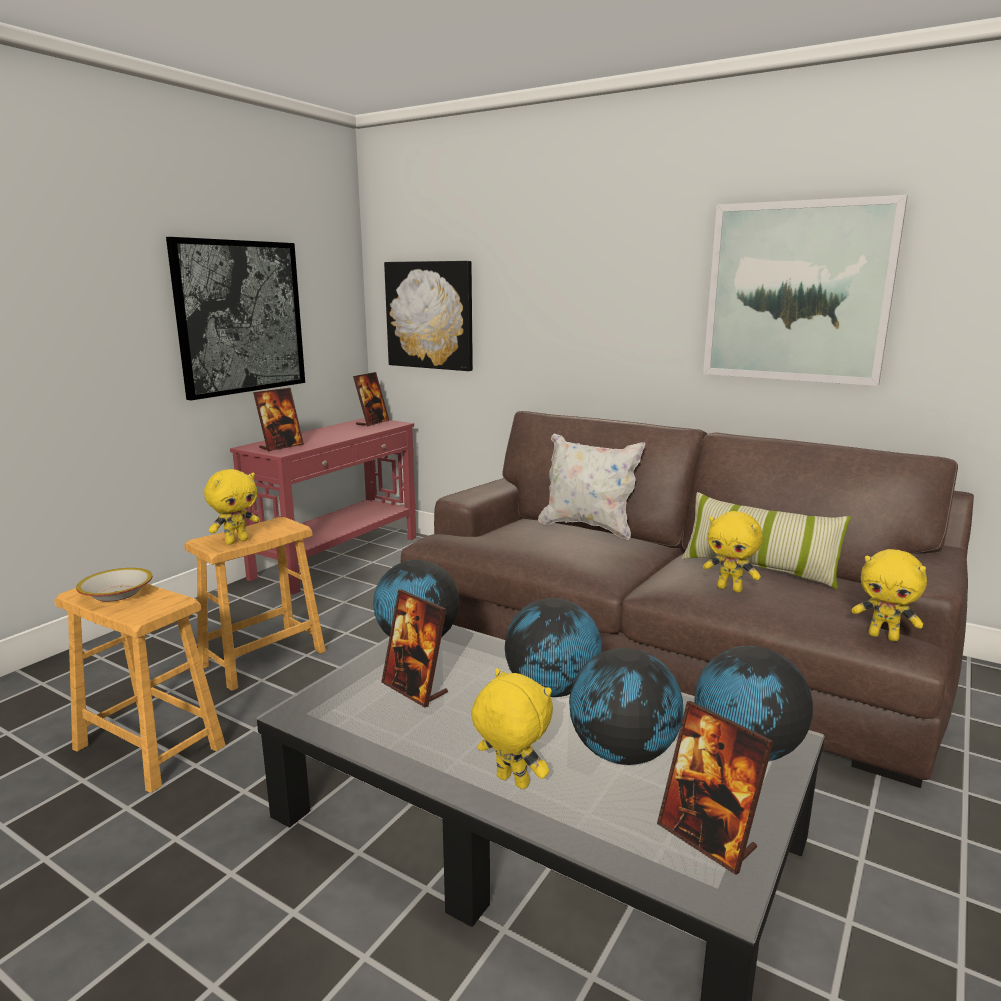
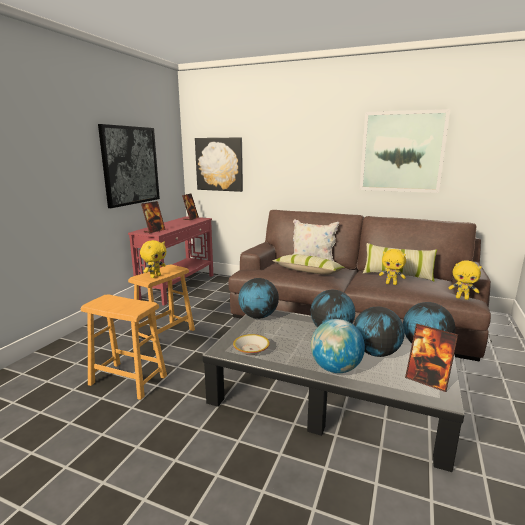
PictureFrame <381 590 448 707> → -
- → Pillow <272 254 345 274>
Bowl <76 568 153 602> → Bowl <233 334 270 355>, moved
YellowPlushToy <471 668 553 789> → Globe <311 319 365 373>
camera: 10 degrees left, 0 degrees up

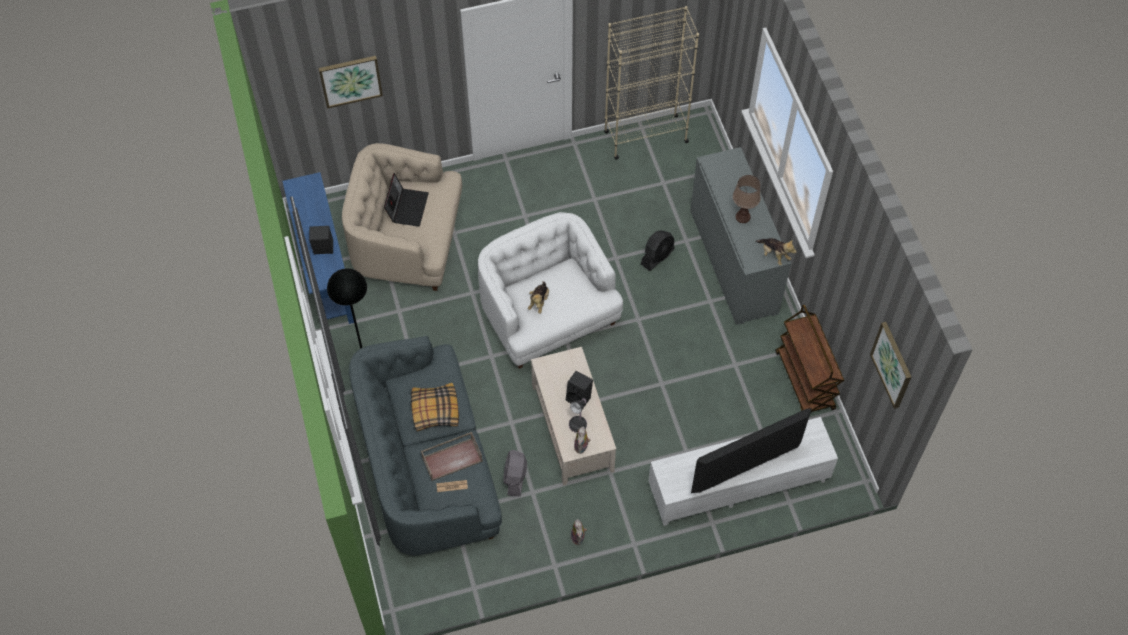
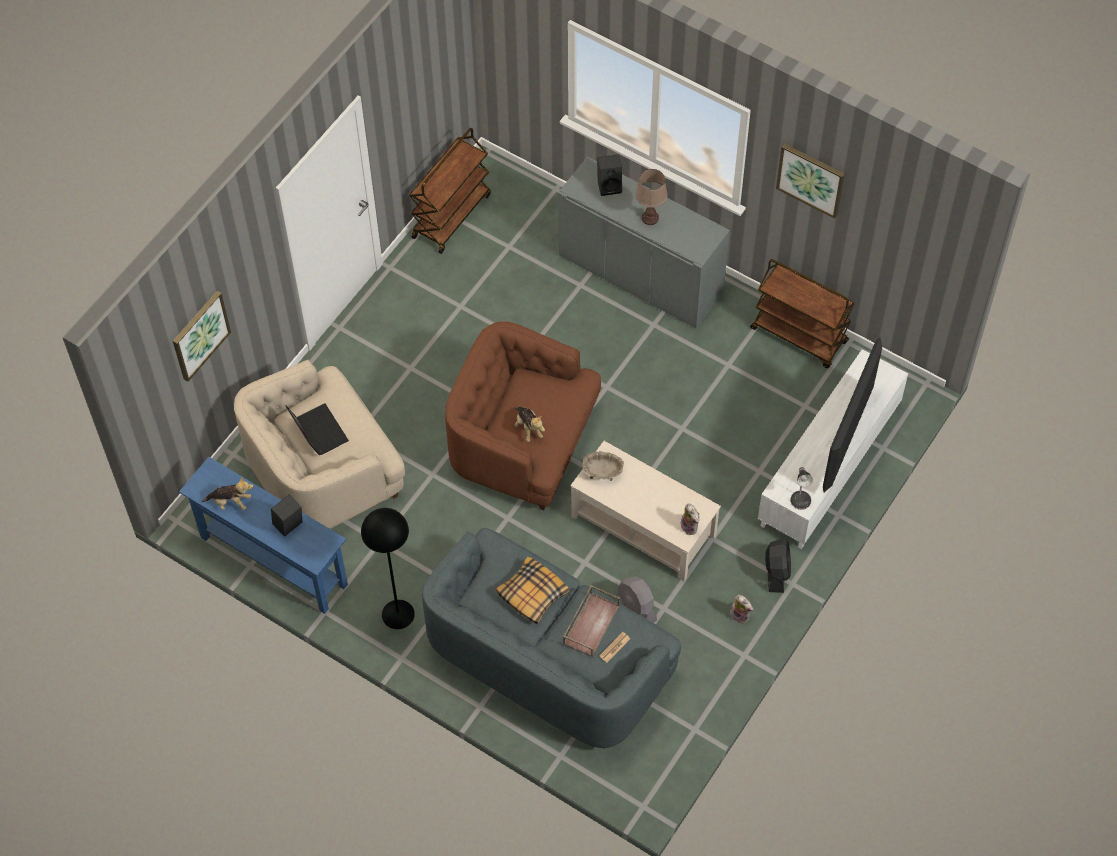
- → BeigeBowl <582 451 624 481>
BlackSpeaker <566 371 593 407> → BlackSpeaker <597 154 622 196>, moved
TableLamp <569 398 587 433> → TableLamp <790 467 813 510>, moved
BlackFan <641 230 675 271> → BlackFan <765 539 791 593>, moved
PlushToy <755 238 797 266> → PlushToy <202 477 254 510>, moved
Picture <870 322 911 409> → Picture <776 143 845 219>, moved
BeigeBookcase <604 6 699 160> → BrownCart <409 128 491 254>
WhiteArmchair <478 212 623 369> → BrownArmchair <445 321 601 510>
camera: 40 degrees left, 0 degrees up

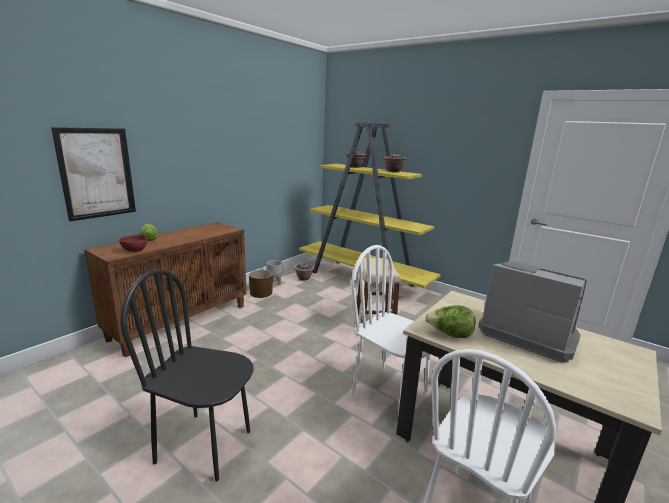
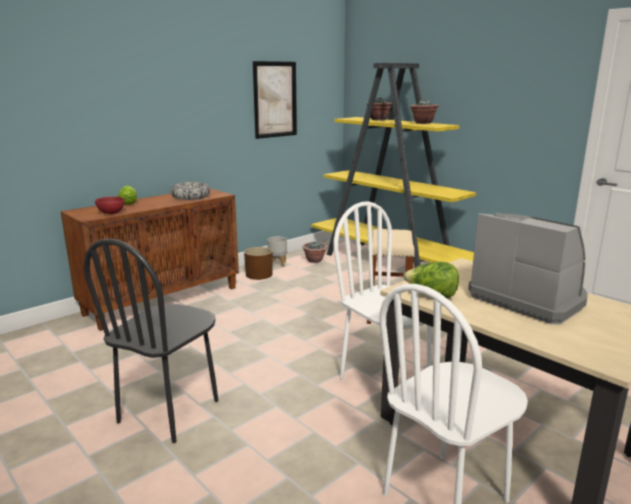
- → Bowl <171 182 210 200>
Picture <51 127 136 221> → Picture <253 61 297 139>, moved
BlackChair <120 269 254 482> → BlackChair <84 239 218 443>, 90 degrees counterclockwise
camera: 10 degrees right, 0 degrees up

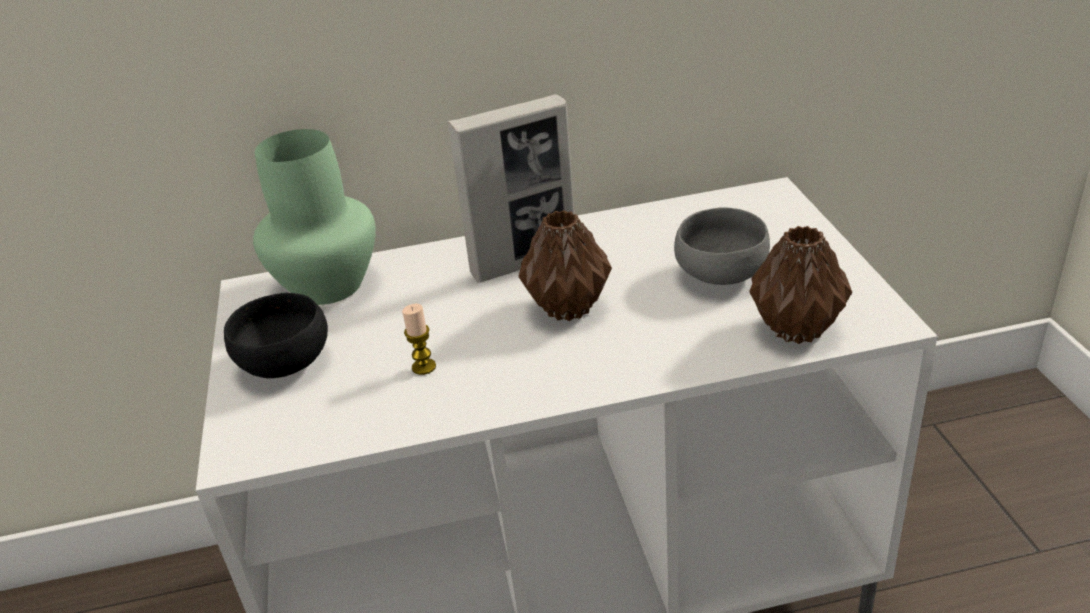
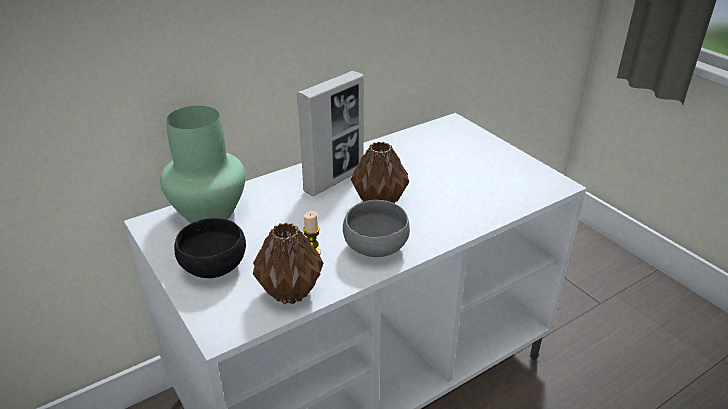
GreyBowl <674 207 770 285> → GreyBowl <343 200 410 257>, moved
BrownVase <749 226 852 344> → BrownVase <253 223 323 304>, moved
camera: 25 degrees left, 0 degrees up

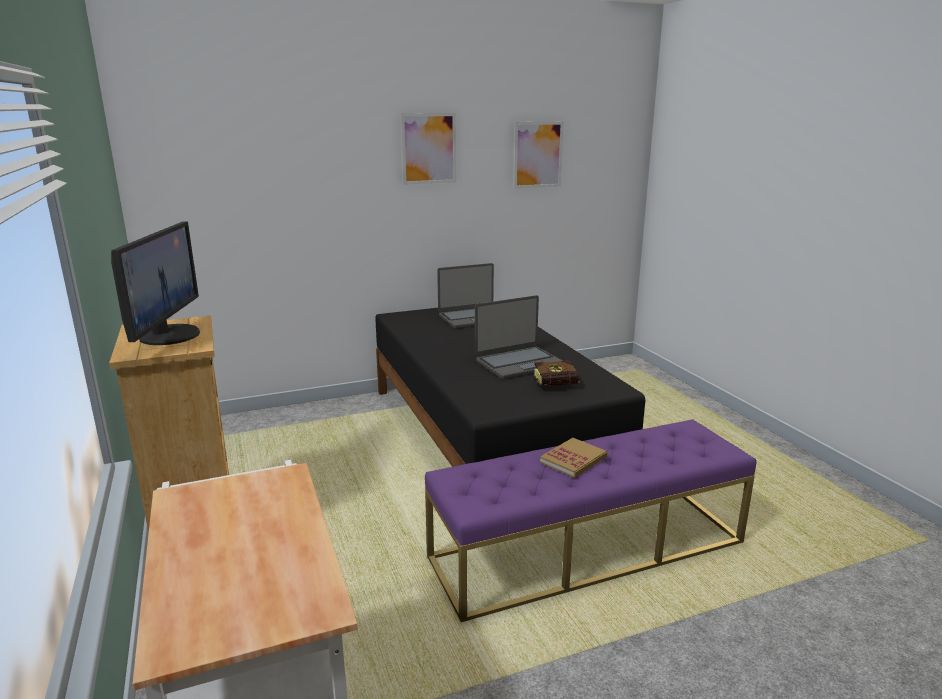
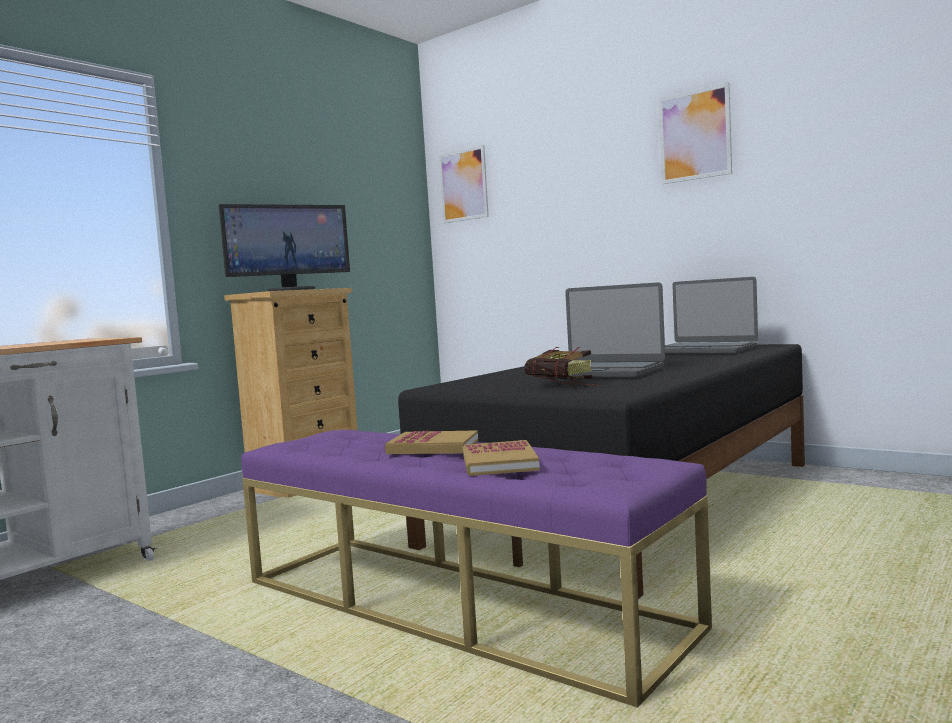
- → Book <463 440 540 476>
Picture <513 122 564 189> → Picture <439 145 489 223>, moved
camera: 60 degrees right, 15 degrees down

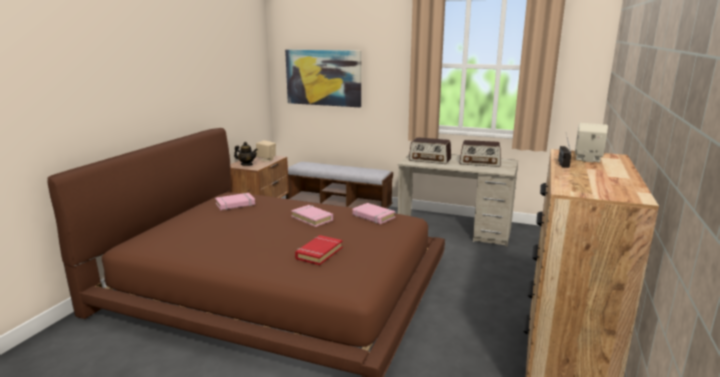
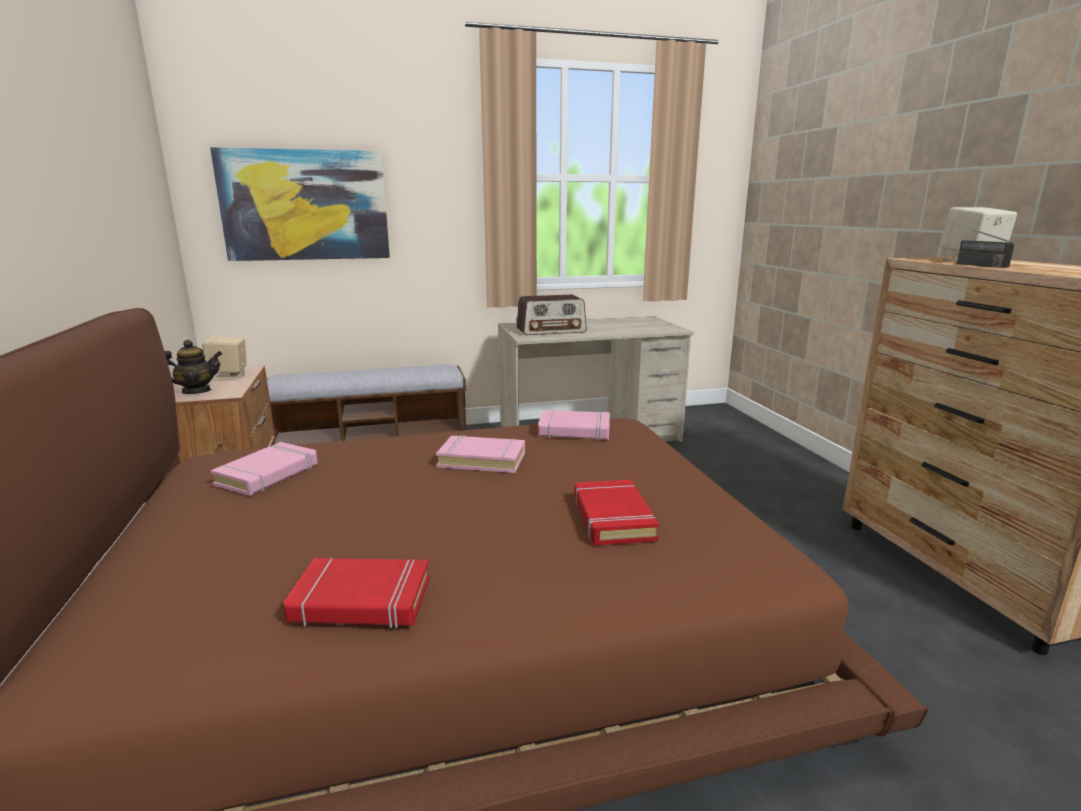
Radio <459 140 501 167> → -
- → RedBook <283 558 430 628>
camera: 35 degrees left, 0 degrees up

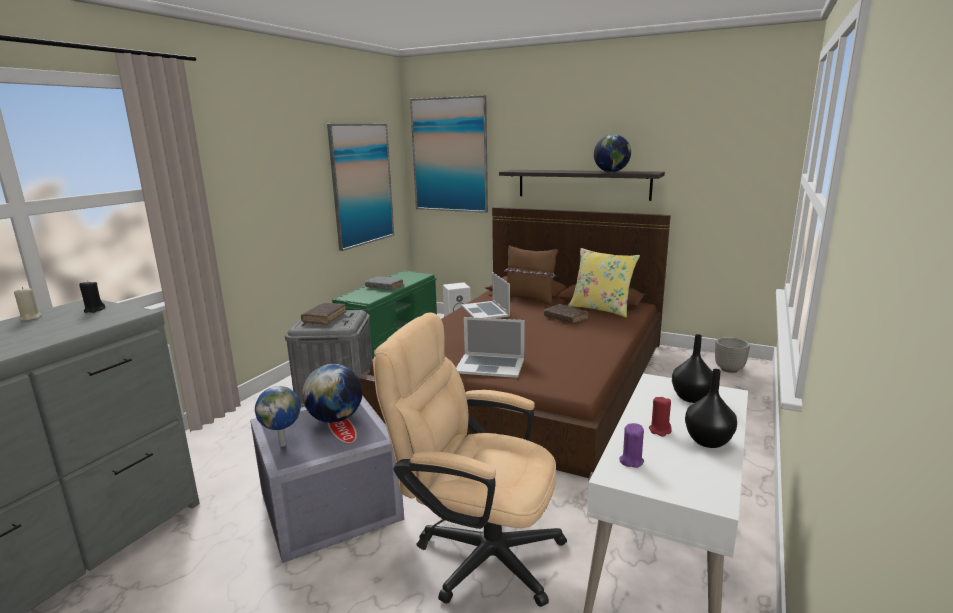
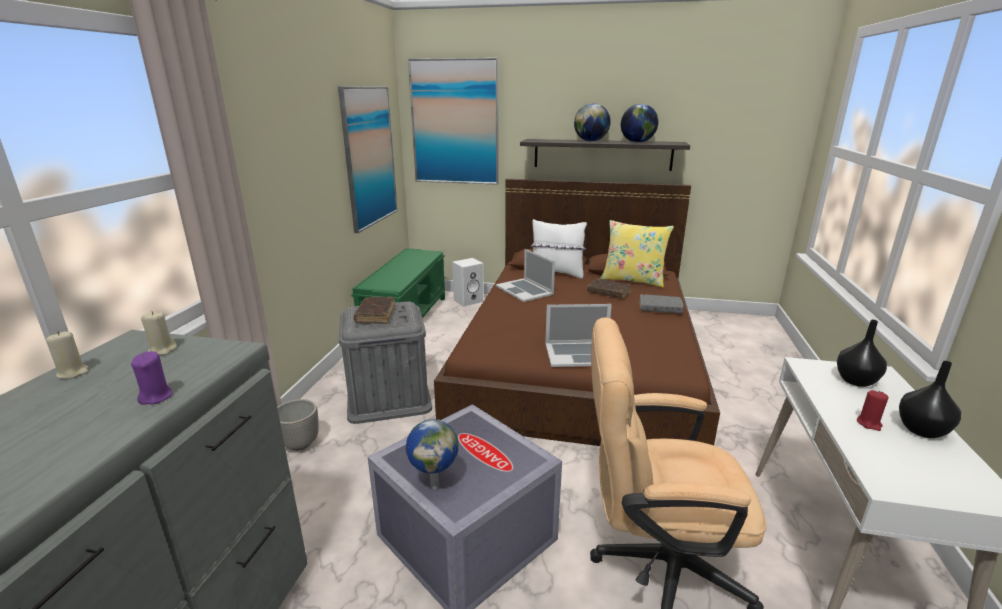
Globe <302 364 362 423> → Globe <574 103 611 142>, moved
GreyBook <365 276 404 290> → GreyBook <640 294 684 314>, moved
PurpleCandle <619 423 644 468> → PurpleCandle <131 351 172 405>, moved
Planter <715 337 750 373> → Planter <277 399 319 451>, moved
BlackCandle <79 280 105 313> → BeigeCandle <141 311 177 355>
BrownPillow <504 245 558 305> → WhitePillow <531 219 587 279>
camera: 15 degrees left, 5 degrees up

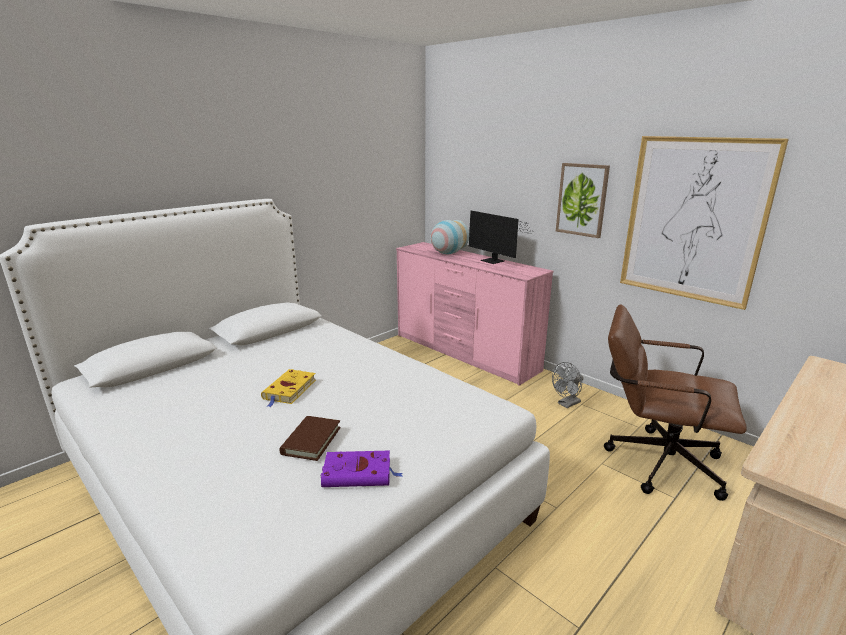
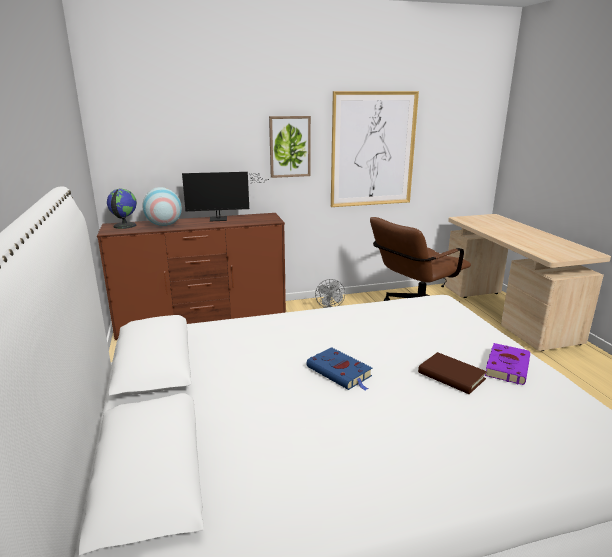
- → Globe <107 189 137 229>
YellowBook <261 369 316 407> → BlueBook <306 347 372 391>
PinkDresser <396 242 553 386> → BrownDresser <97 213 286 340>
camera: 60 degrees left, 0 degrees up

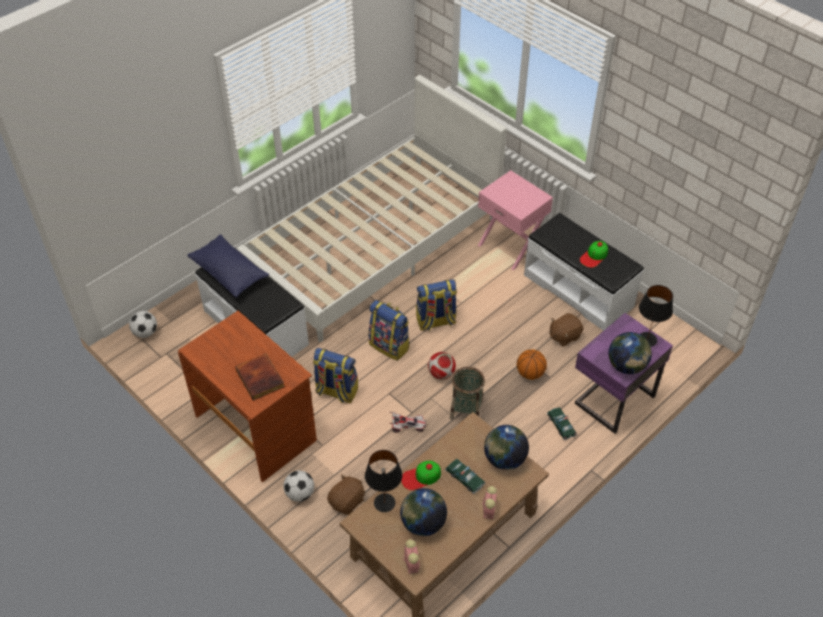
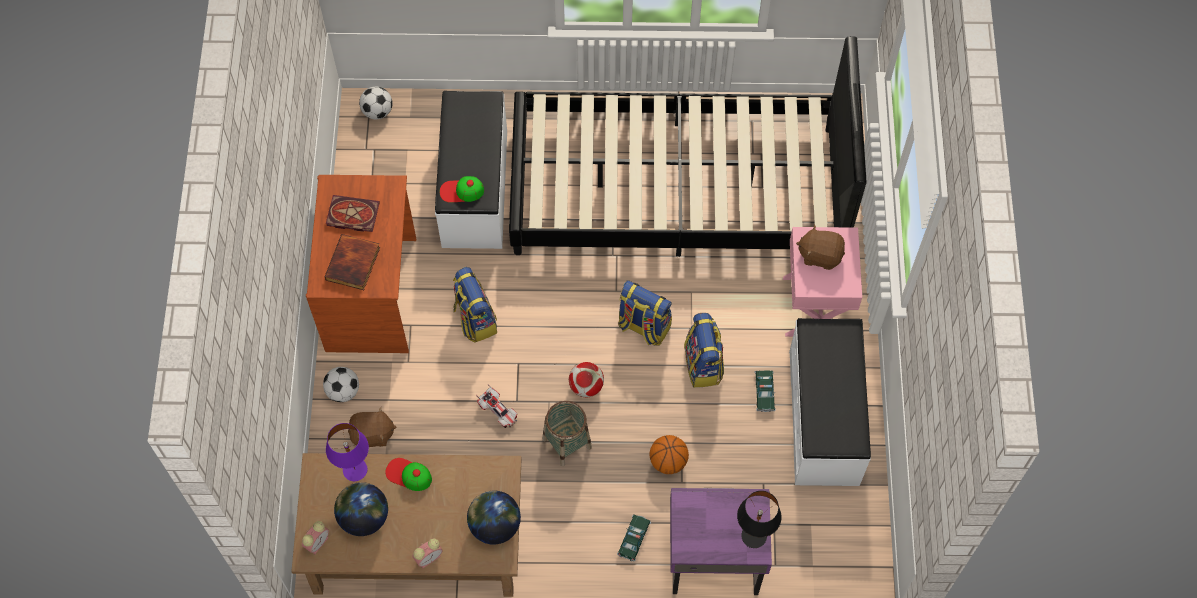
BluePillow <187 234 269 298> → -
Globe <609 332 652 374> → -
- → Book <326 195 380 232>
Backpack <368 300 410 361> → Backpack <684 313 724 388>, moved
ToyCar <445 458 485 494> → ToyCar <755 371 776 412>, moved
BrownPlushToy <550 313 584 347> → BrownPlushToy <796 224 845 270>, moved
Cap <580 241 608 268> → Cap <439 176 484 203>, moved
WhiteBed <237 75 507 342> → BlackBed <509 36 867 256>
BlackTableLamp <365 450 402 512> → PurpleTableLamp <326 423 369 481>
camera: 45 degrees right, 15 degrees up

